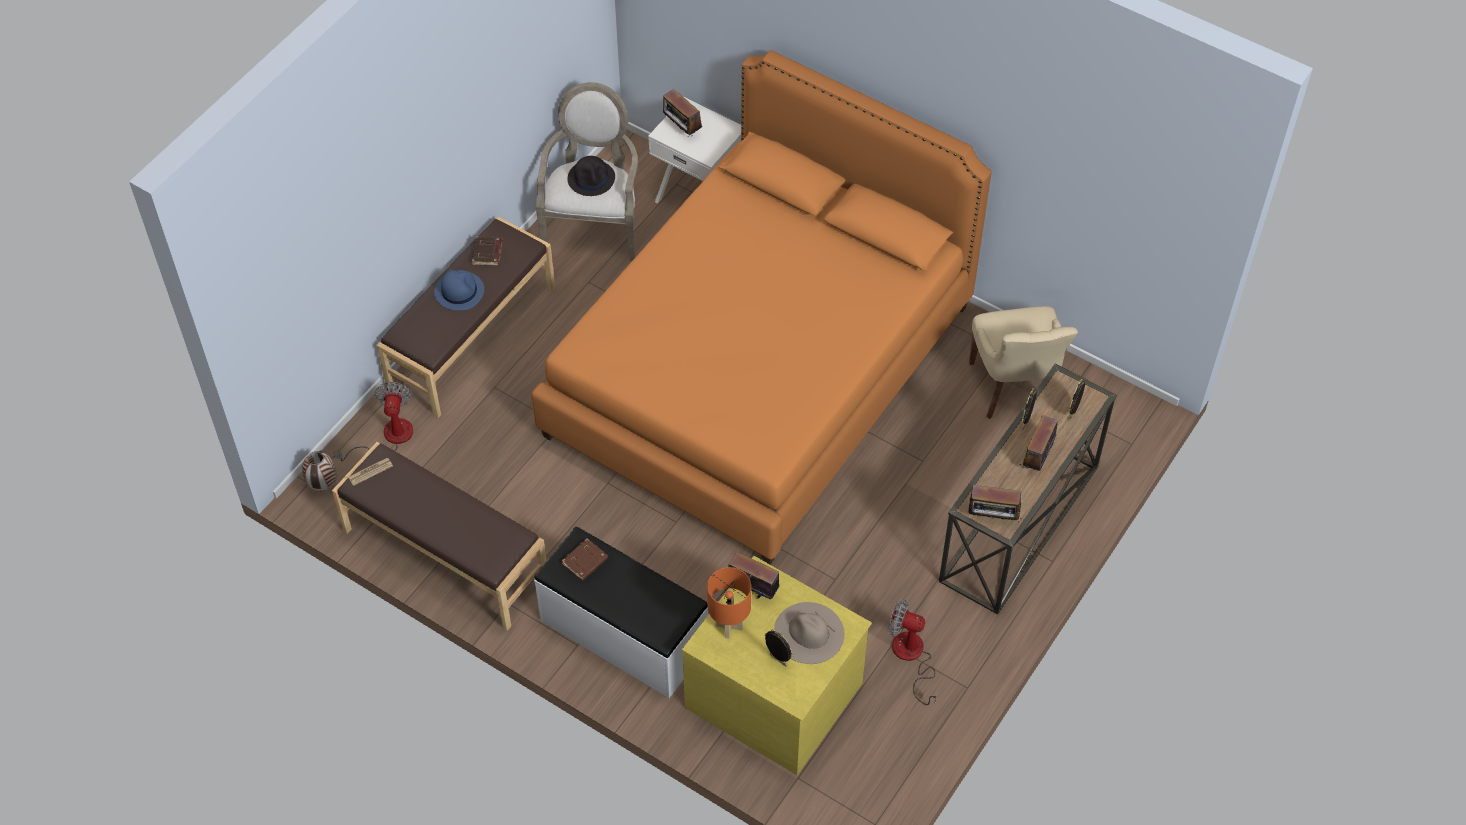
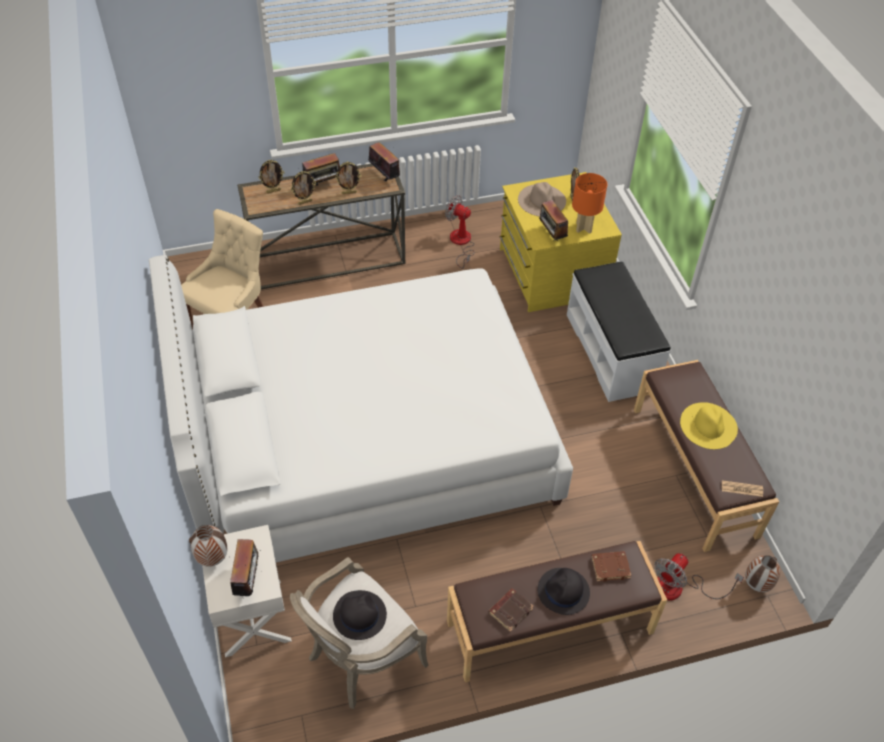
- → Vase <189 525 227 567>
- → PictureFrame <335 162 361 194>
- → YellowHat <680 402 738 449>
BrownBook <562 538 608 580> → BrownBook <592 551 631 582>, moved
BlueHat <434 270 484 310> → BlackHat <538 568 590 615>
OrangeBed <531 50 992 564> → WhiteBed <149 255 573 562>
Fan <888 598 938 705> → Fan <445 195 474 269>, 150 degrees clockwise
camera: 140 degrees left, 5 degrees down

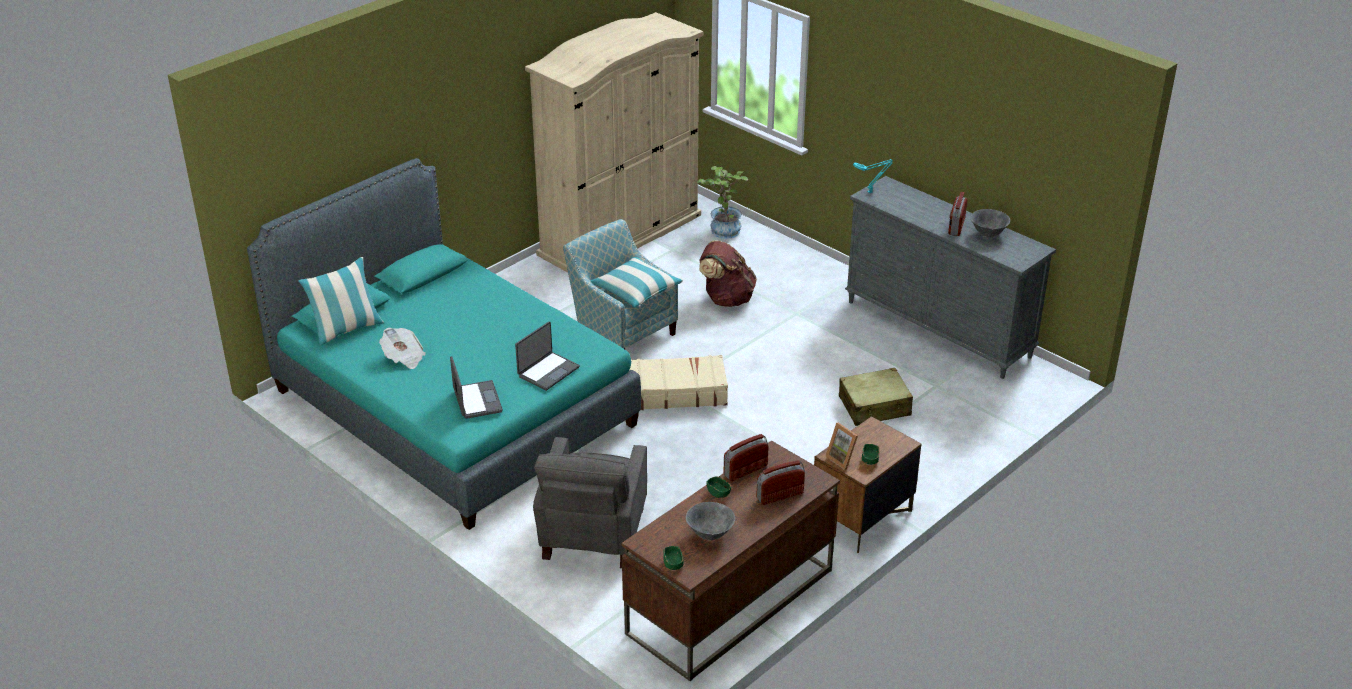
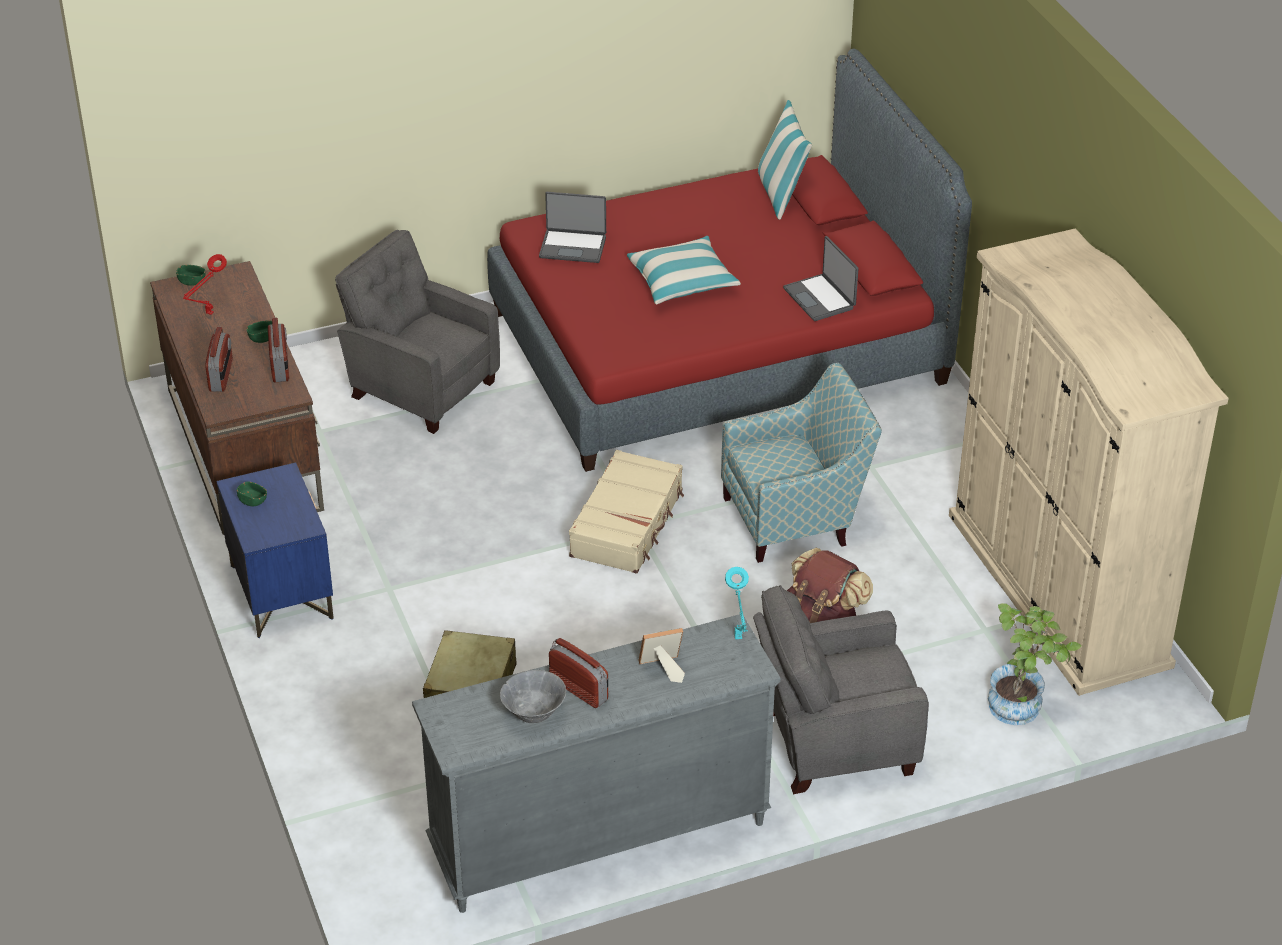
Newspaper <379 328 426 369> → -
- → GreyArmchair <753 585 929 794>
Laptop <515 322 580 391> → Laptop <783 236 858 321>, moved
Pillow <590 257 683 308> → Pillow <627 236 741 305>, moved
PictureFrame <825 422 858 470> → PictureFrame <639 628 685 683>, moved
GreyBowl <686 502 735 540> → RedTableLamp <183 254 227 315>
TurquoiseBed <247 158 641 530> → RedBed <487 49 972 472>
BrownNightstand <814 416 922 553> → BlueNightstand <216 462 334 638>
camera: 115 degrees right, 5 degrees up

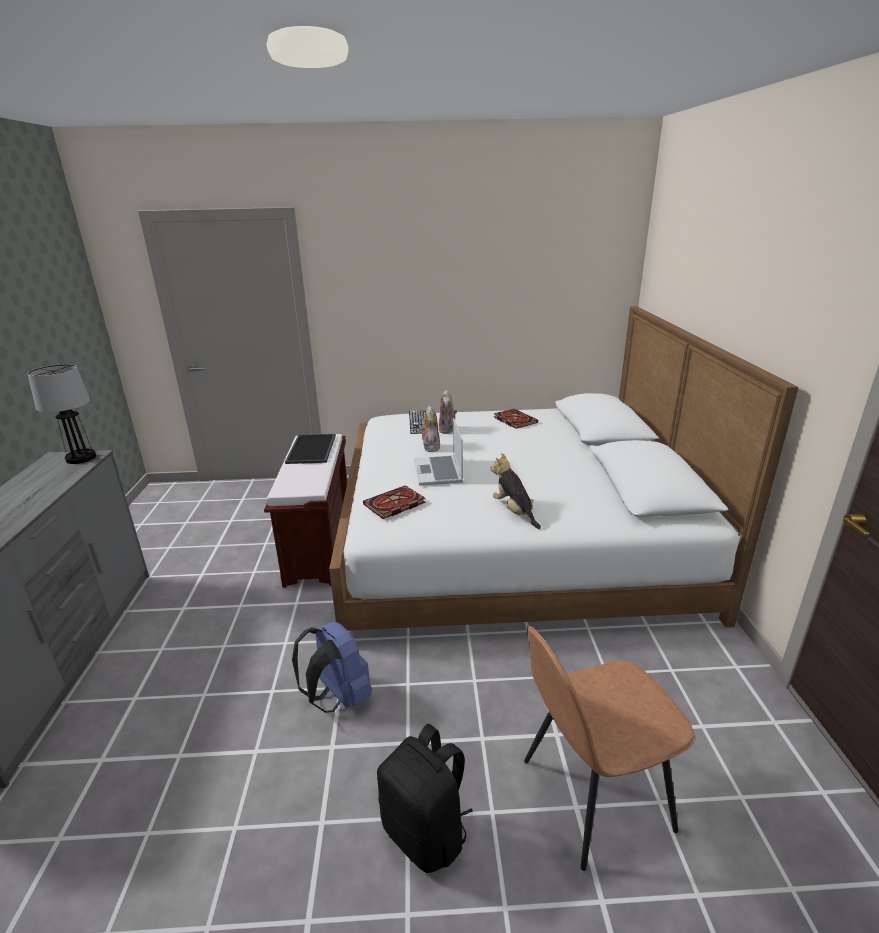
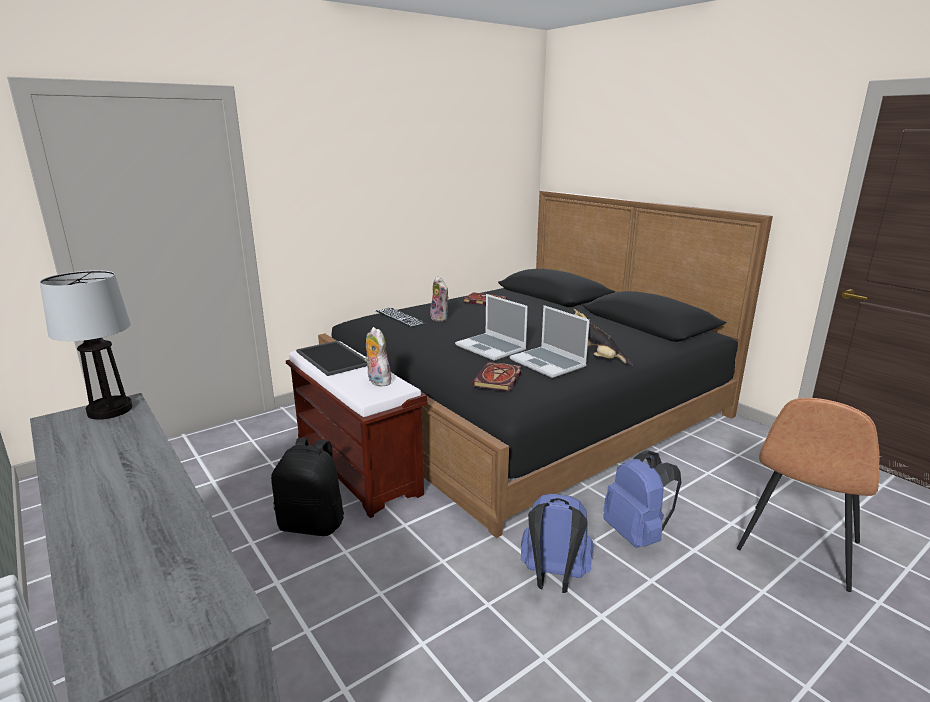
- → Laptop <510 305 590 378>
- → BlueBackpack <603 450 681 548>
BlackBackpack <377 724 473 873> → BlackBackpack <271 438 344 536>, moved
PlushToy <420 406 440 452> → PlushToy <364 327 391 387>, moved
WhiteBed <329 306 799 631> → BlackBed <318 191 773 538>
camera: 35 degrees left, 5 degrees down

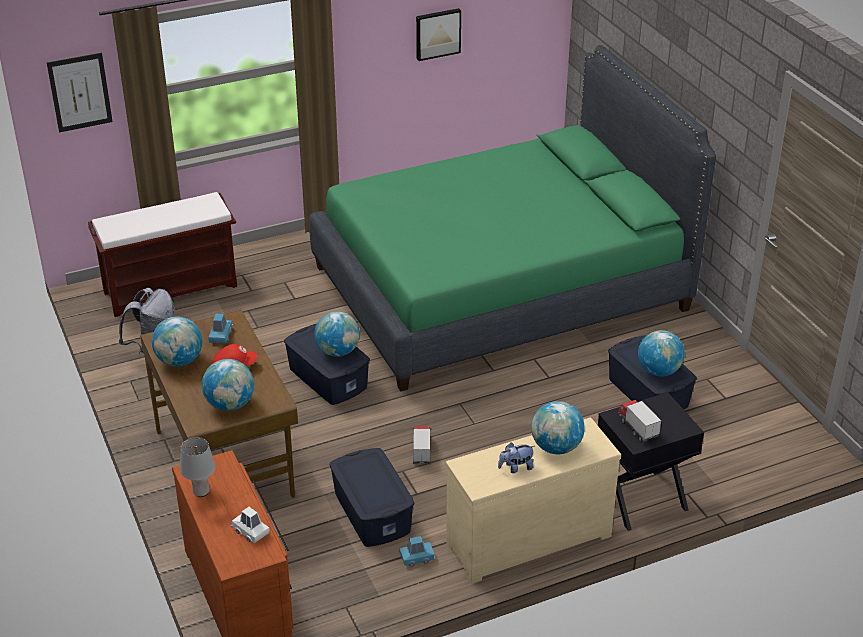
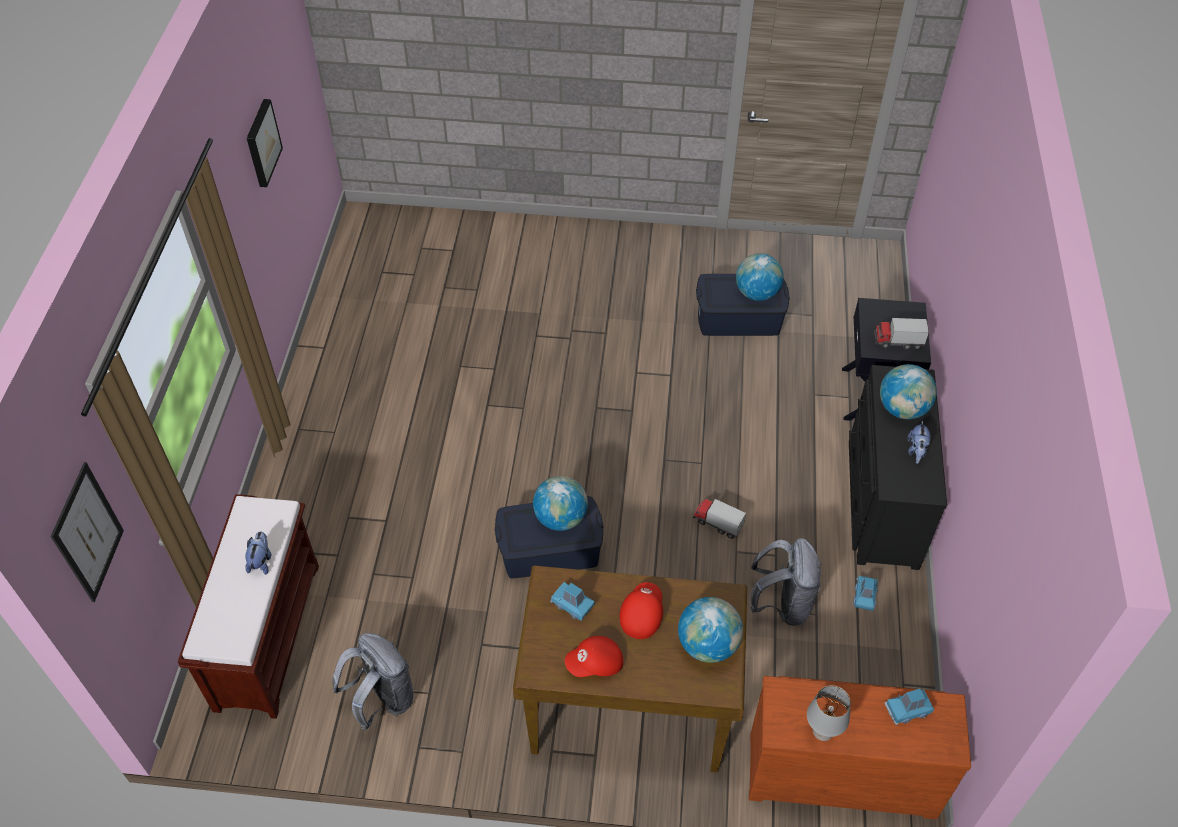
GreenBed <309 45 716 392> → -
- → PlushToy <245 532 271 575>
Globe <152 317 202 367> → RedCap <565 636 623 677>
BlueStorageBox <329 448 414 547> → GreyBackpack <750 538 821 626>
WhiteToyCar <231 507 270 543> → BlueToyCar <885 689 934 725>
BeigeDresser <446 417 621 584> → BlackDresser <849 365 947 570>
camera: 60 degrees left, 15 degrees up

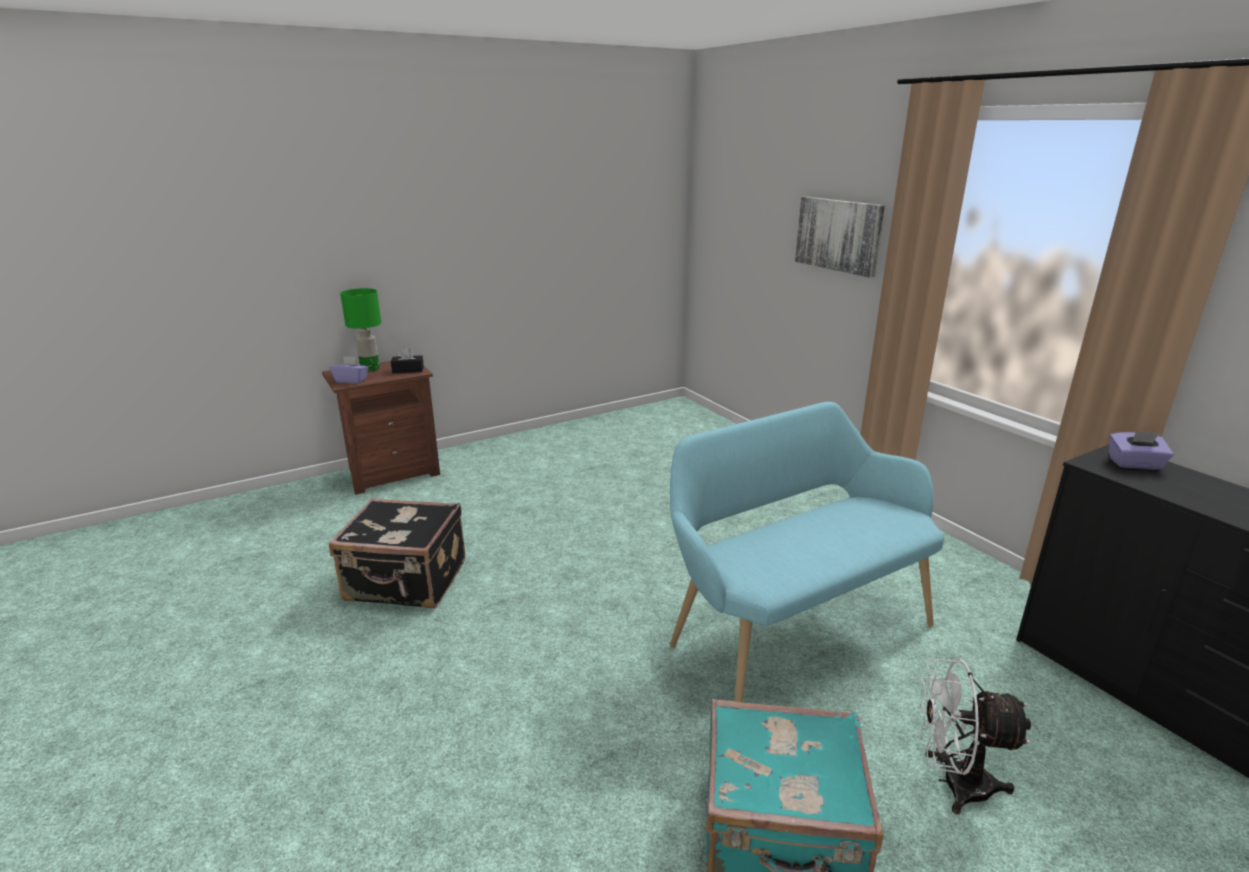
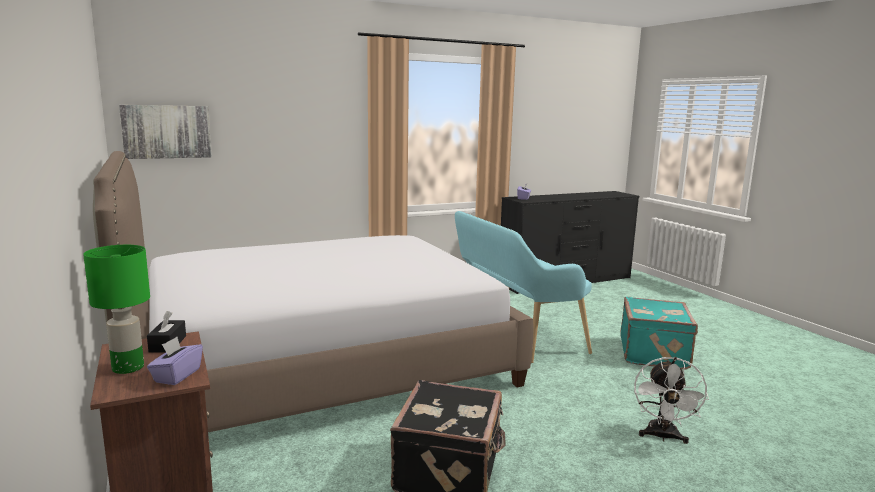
- → Bed <93 151 534 432>
Picture <795 197 885 278> → Picture <119 105 212 159>, moved
WhiteFan <918 658 1031 814> → WhiteFan <634 357 709 444>, moved
camera: 85 degrees left, 10 degrees down

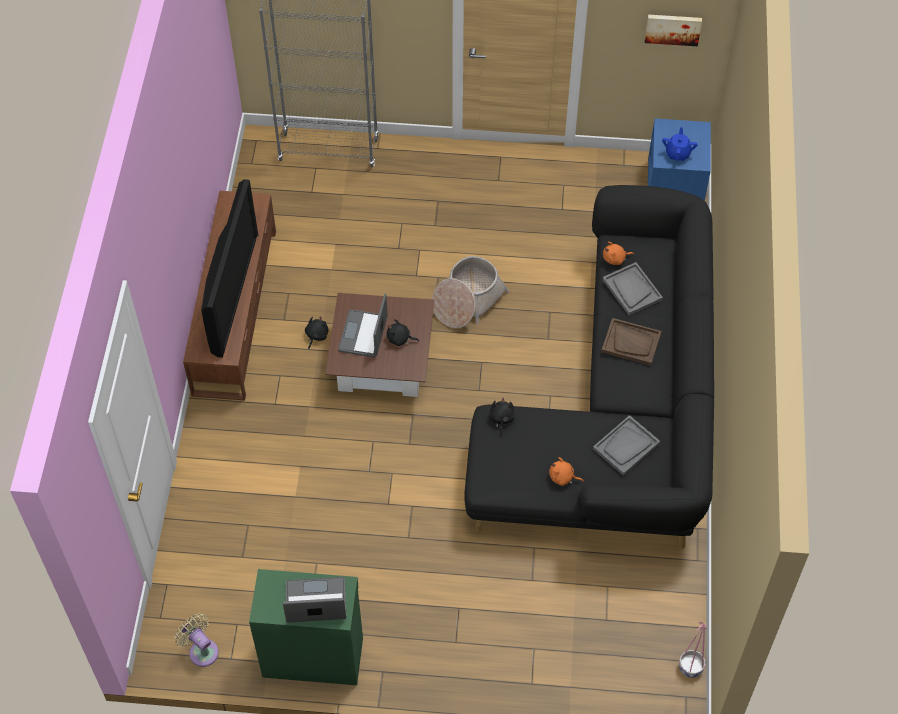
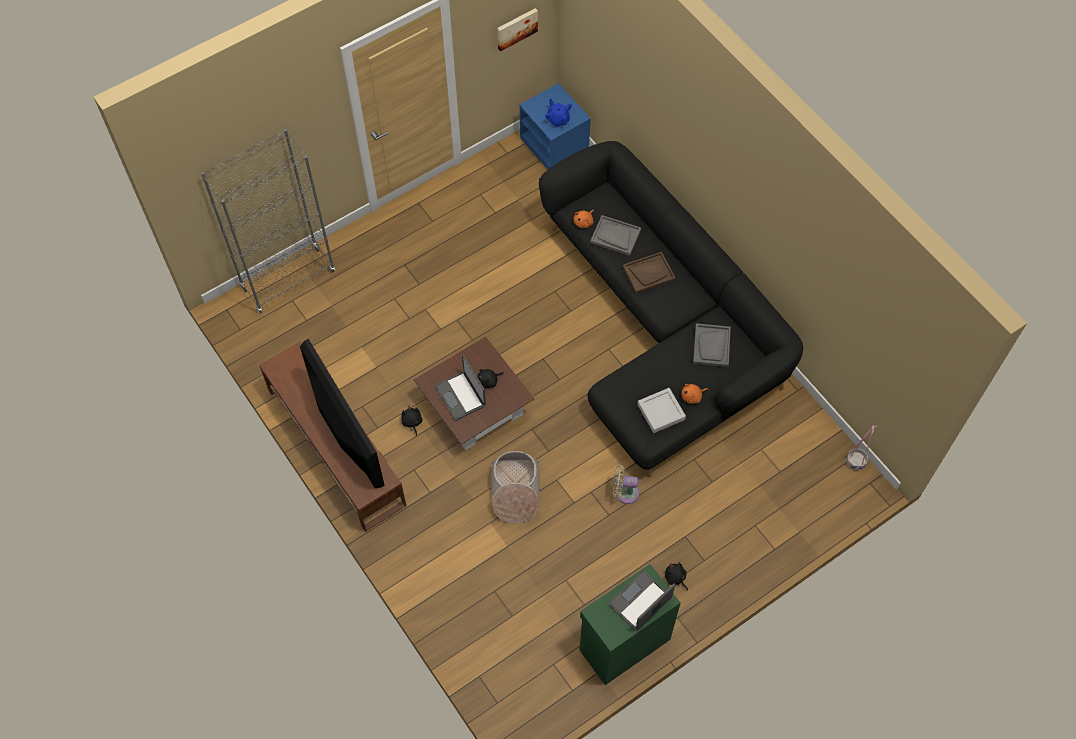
- → GreyTray <637 388 686 433>
BeigeFan <174 614 219 667> → BeigeFan <613 465 639 504>, moved
Basket <432 256 509 328> → Basket <491 451 540 523>, moved
BlackPlushToy <489 398 515 436> → BlackPlushToy <665 562 688 591>, moved
camera: 40 degrees left, 5 degrees up

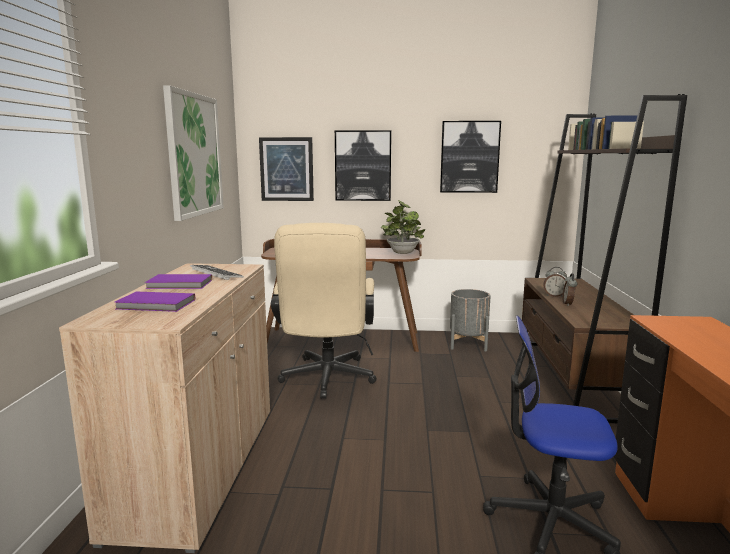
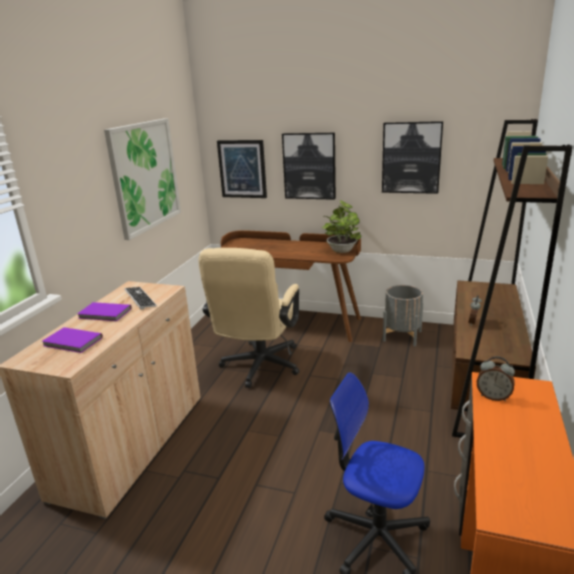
AlarmClock <543 267 567 297> → AlarmClock <477 356 515 401>, moved
camera: 15 degrees right, 10 degrees up

